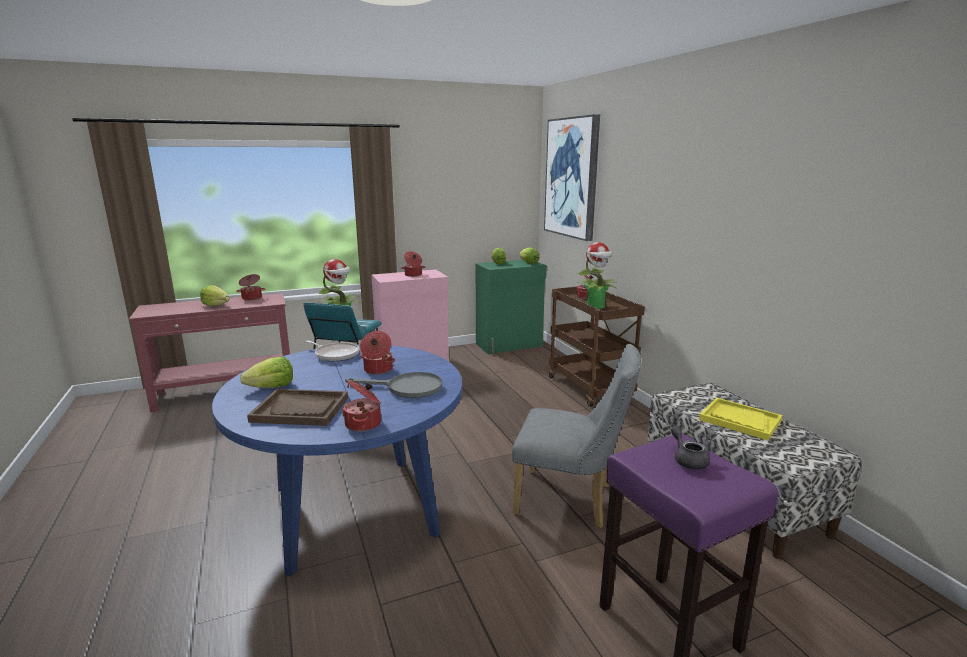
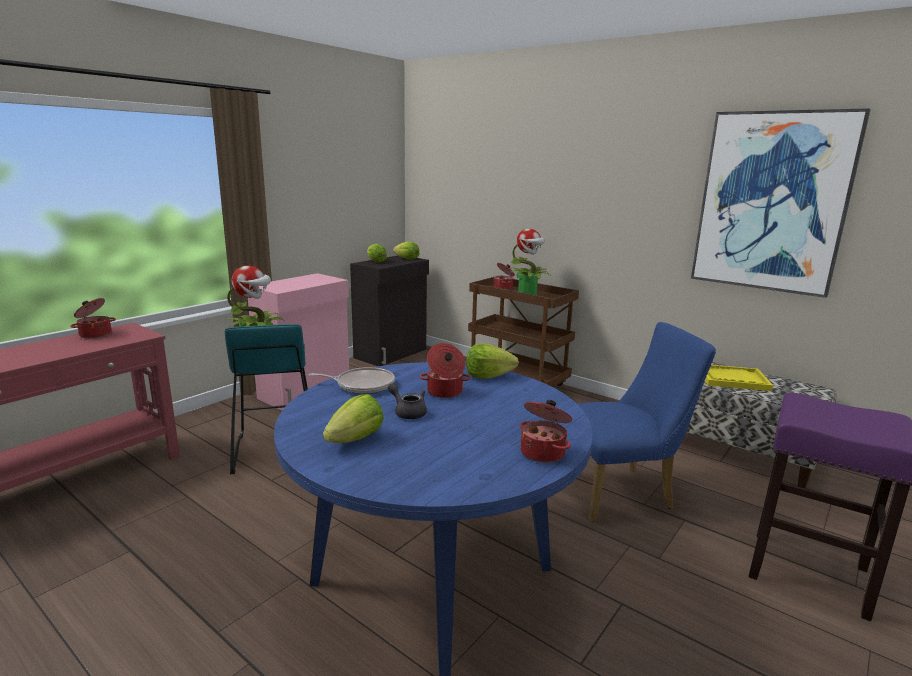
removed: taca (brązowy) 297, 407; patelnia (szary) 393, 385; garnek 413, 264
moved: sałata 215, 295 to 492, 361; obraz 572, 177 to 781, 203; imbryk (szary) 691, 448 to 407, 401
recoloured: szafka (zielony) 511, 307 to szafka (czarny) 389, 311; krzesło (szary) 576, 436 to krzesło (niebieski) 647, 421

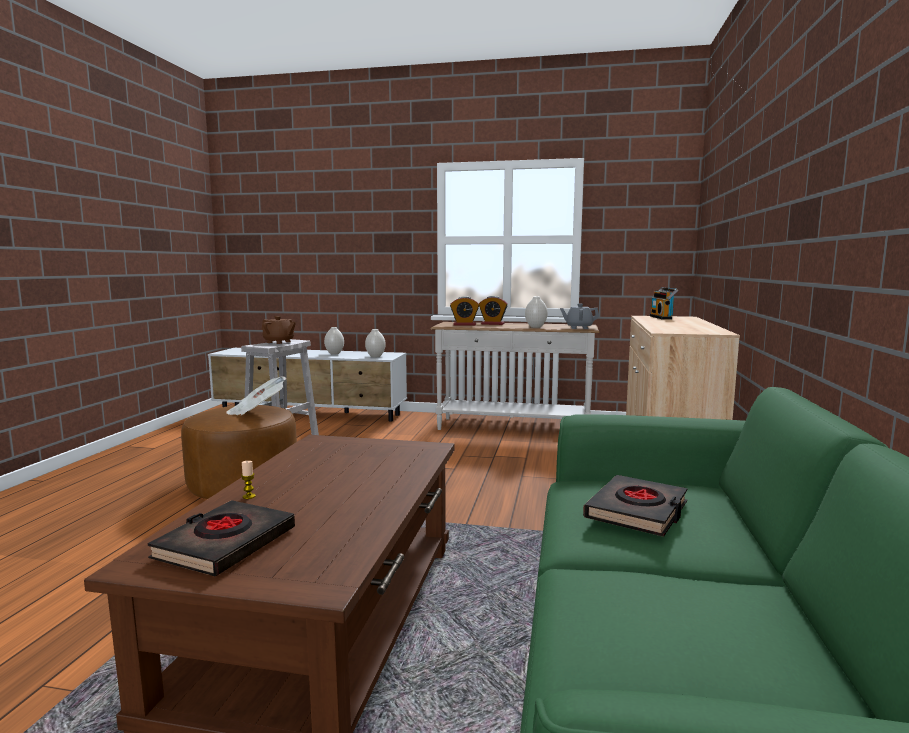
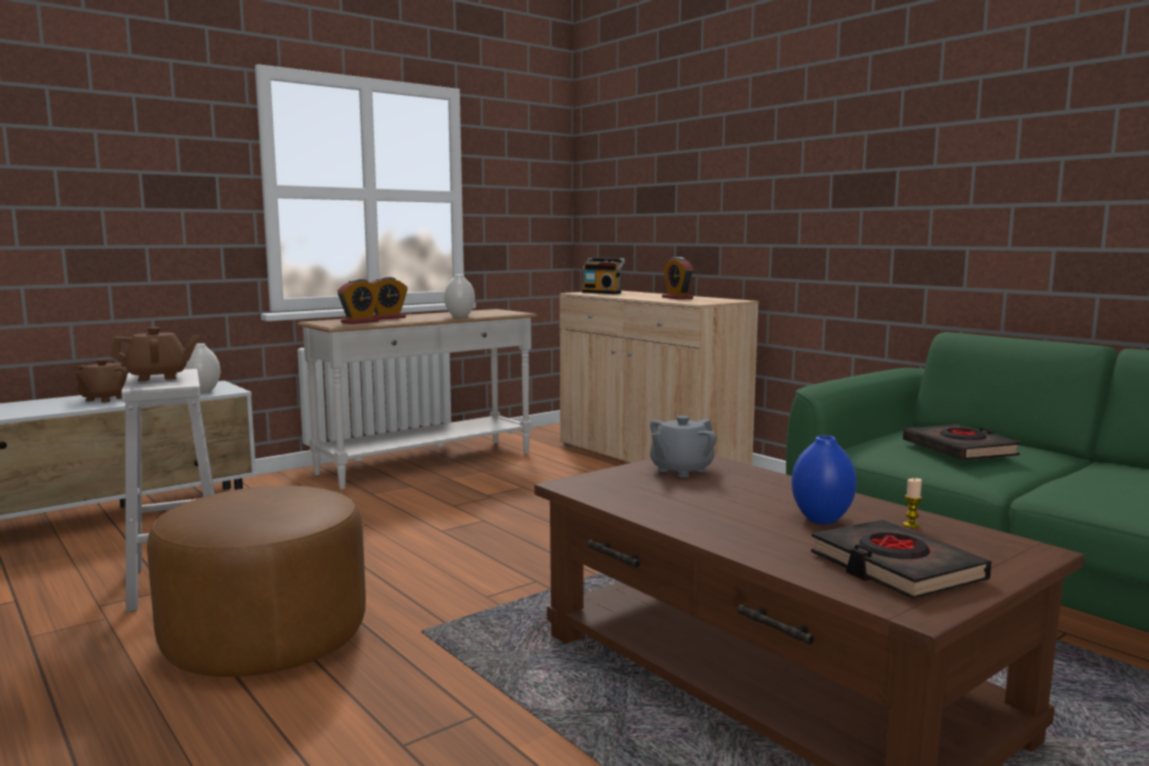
removed: gazeta 256, 395
added: budzik 677, 278; wazon (niebieski) 824, 479
moved: świeca 248, 480 to 912, 503; imbryk (szary) 579, 316 to 683, 446
replaced: wazon (biały) 334, 340 to imbryk (brązowy) 102, 380

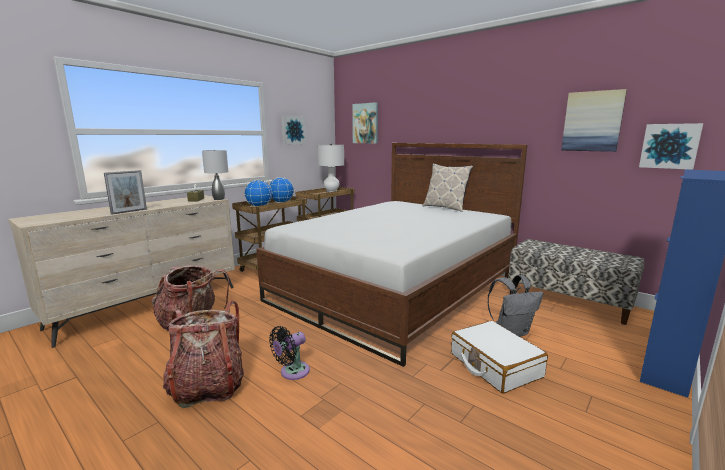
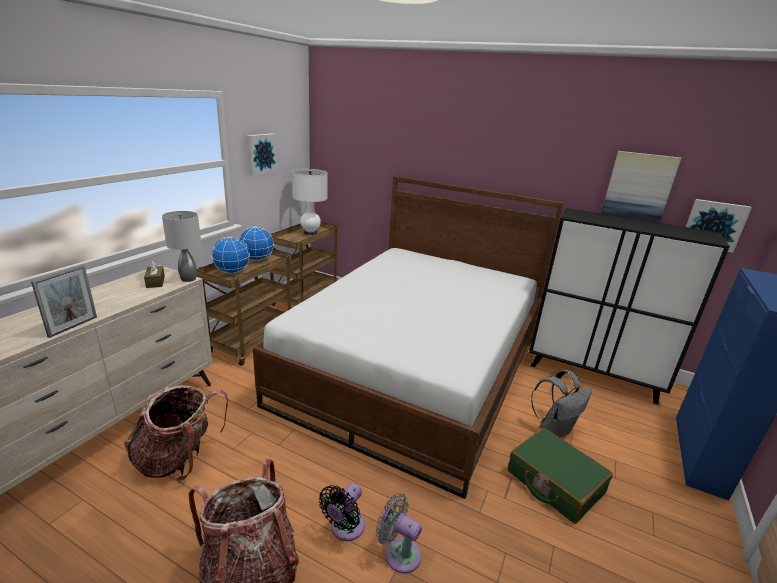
removed: obraz 365, 123; poduszka 447, 188
added: wentylator (szary) 399, 533
replaced: ławka 576, 282 to szafka (czarny) 629, 306
recoloured: walizka (biały) 499, 357 to walizka (zielony) 560, 476

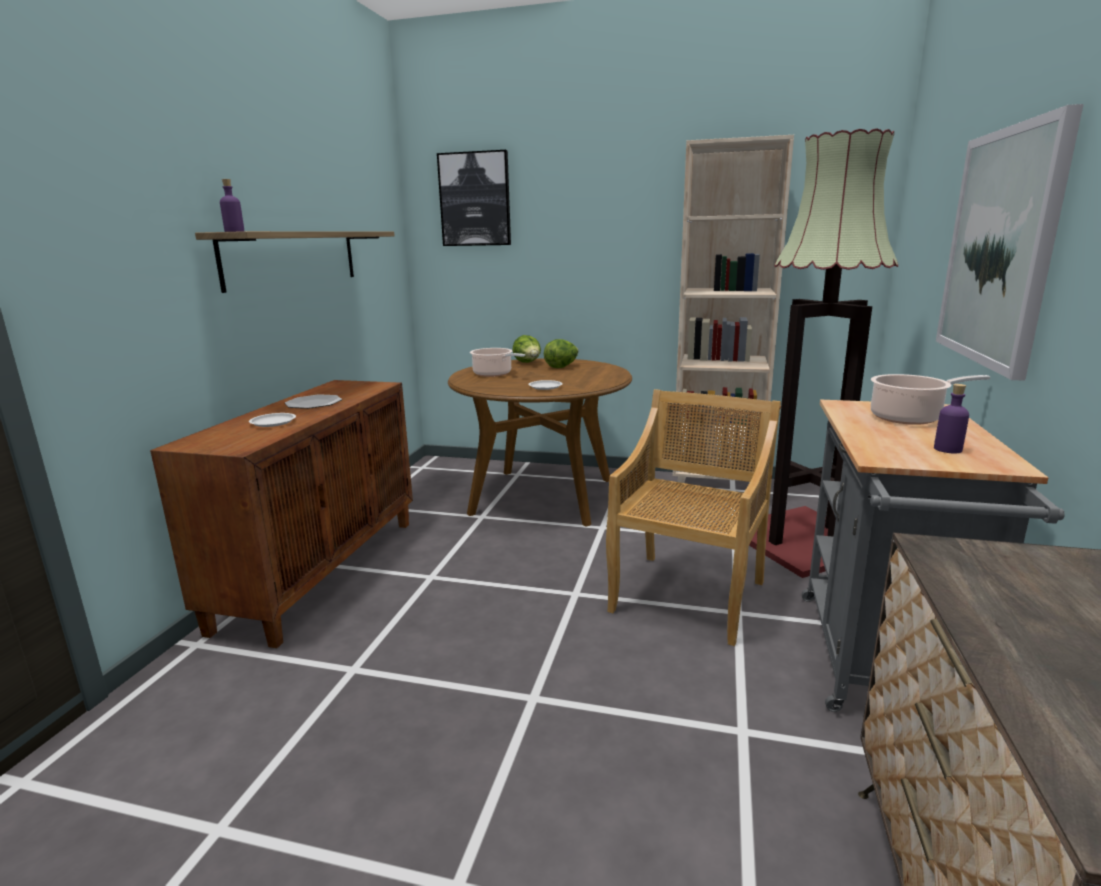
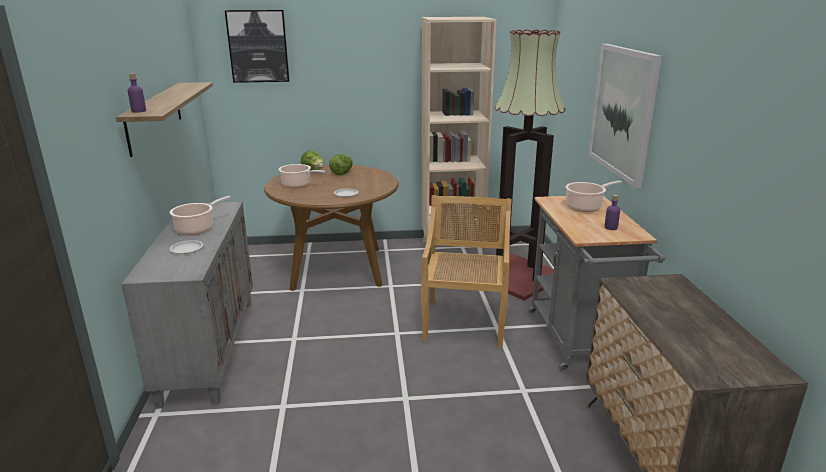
replaced: talerz 313, 401 to garnek 200, 215
recoloured: szafka (brązowy) 281, 514 to szafka (szary) 187, 305

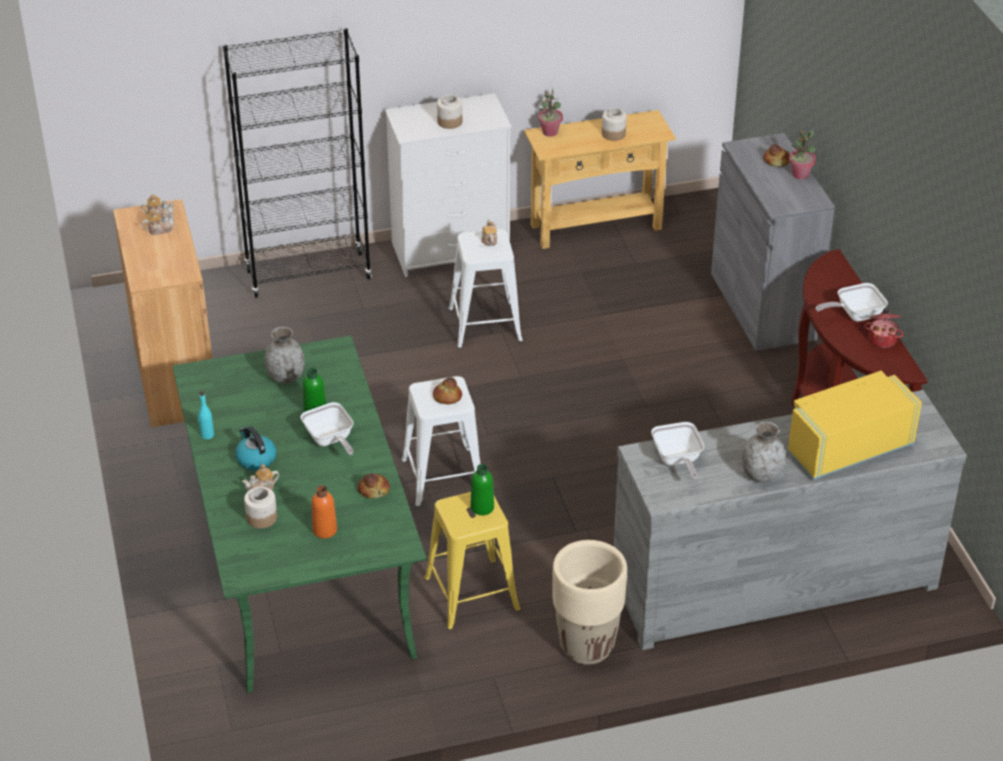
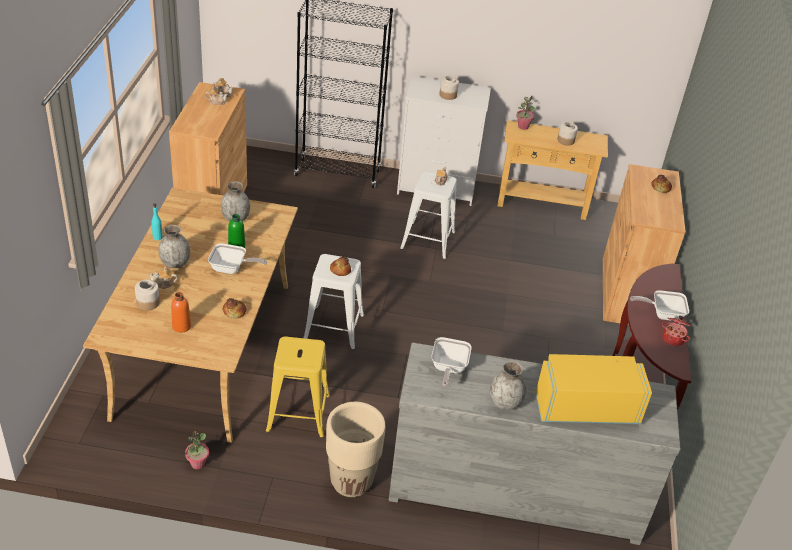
removed: butelka (zielony) 482, 489
moved: roślina doniczkowa 802, 155 to 197, 450
replaced: czajnik 255, 448 to wazon (szary) 174, 246
recoloured: stół jadalny (zielony) 299, 514 to stół jadalny (beżowy) 190, 315; szafka (szary) 773, 242 to szafka (brązowy) 644, 244
turned: patelnia 327, 428 = 237, 258 75 degrees counterclockwise

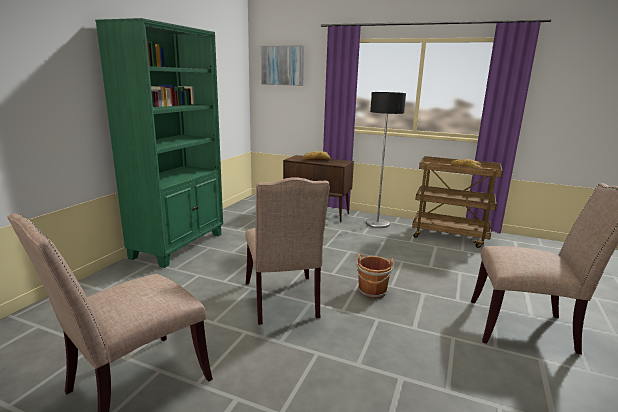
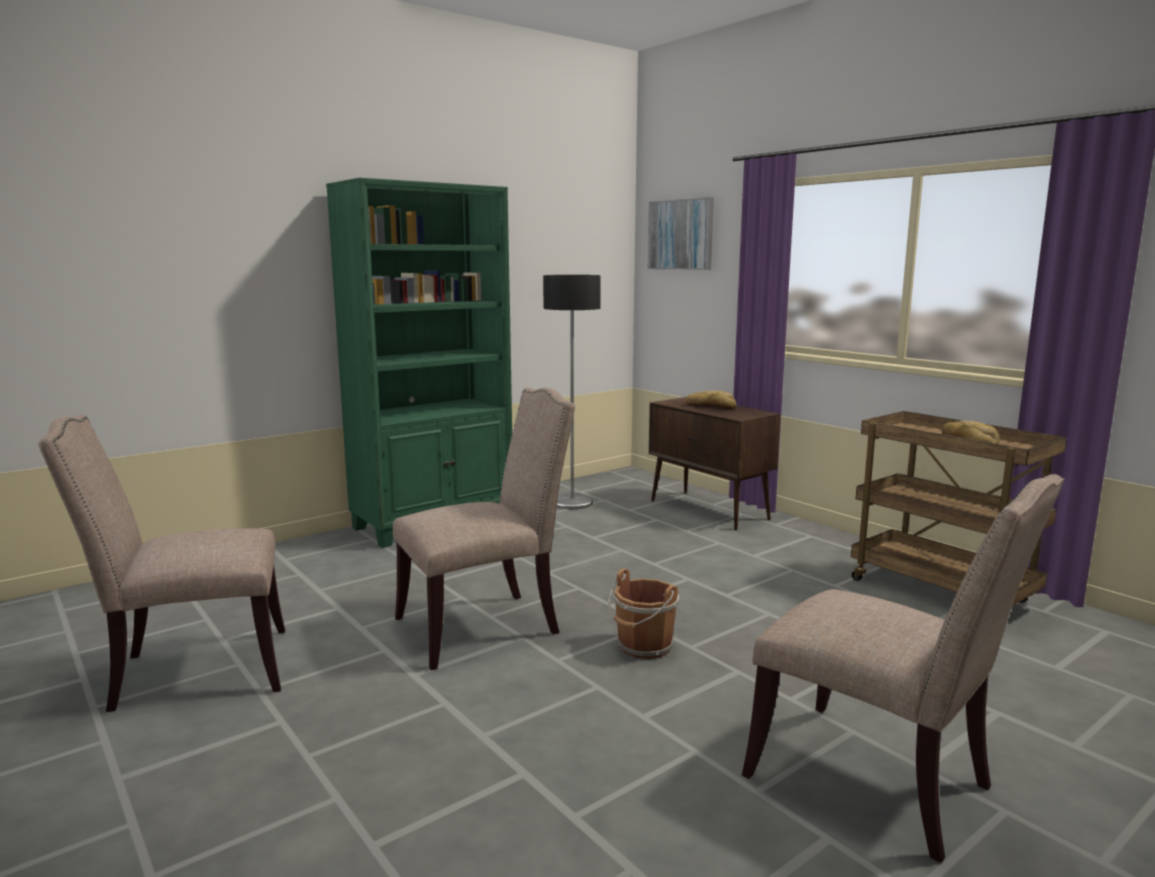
moved: lampa stojąca 386, 160 to 572, 392
turned: krzesło (beżowy) 287, 251 = 484, 528 135 degrees counterclockwise

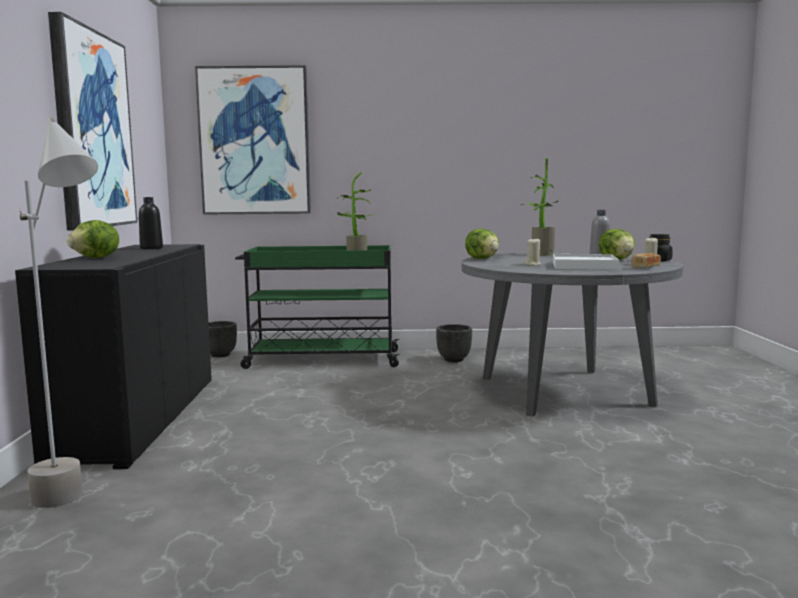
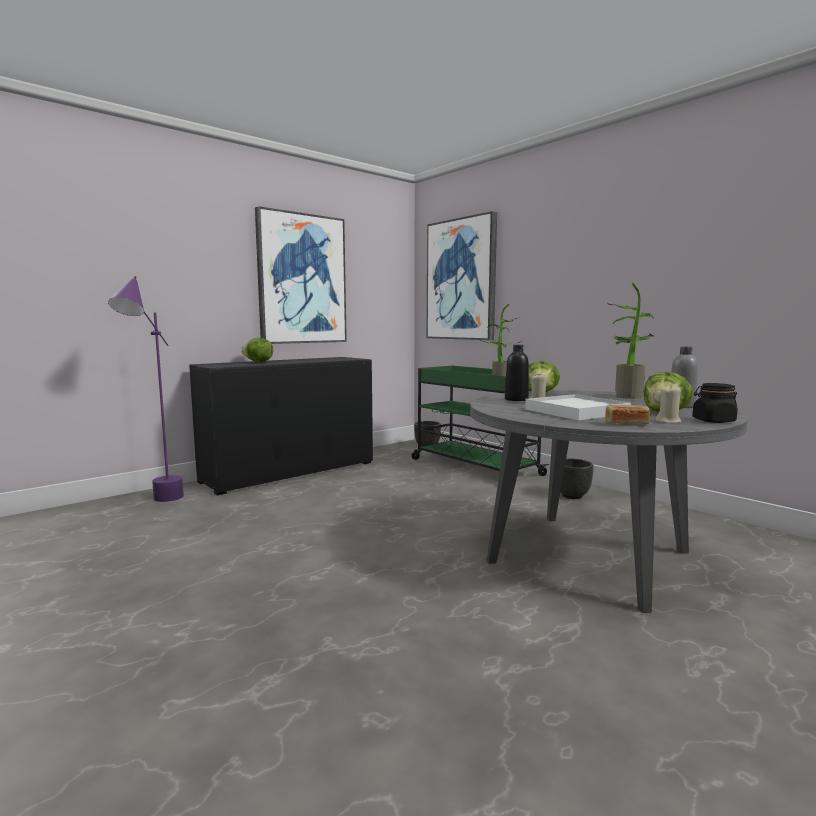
moved: butelka (czarny) 151, 223 to 517, 373
recoloured: lampa stojąca (szary) 58, 313 to lampa stojąca (fioletowy) 146, 389

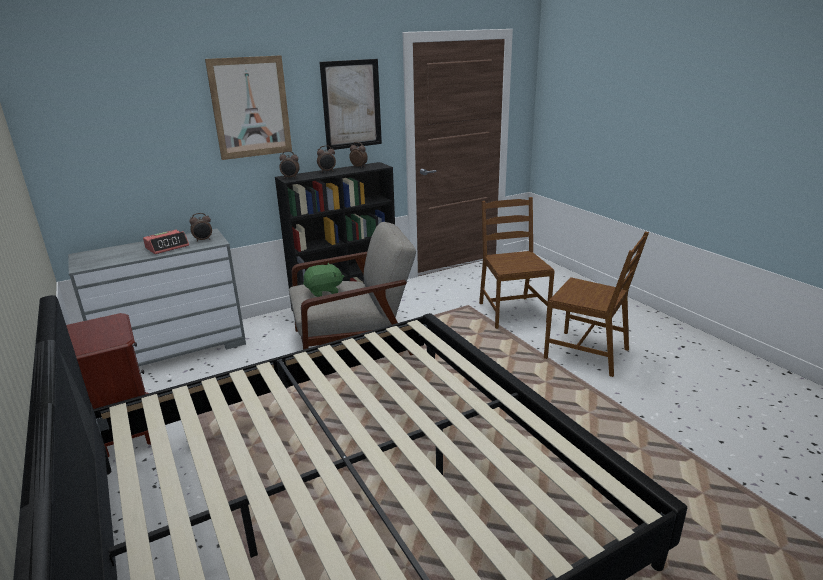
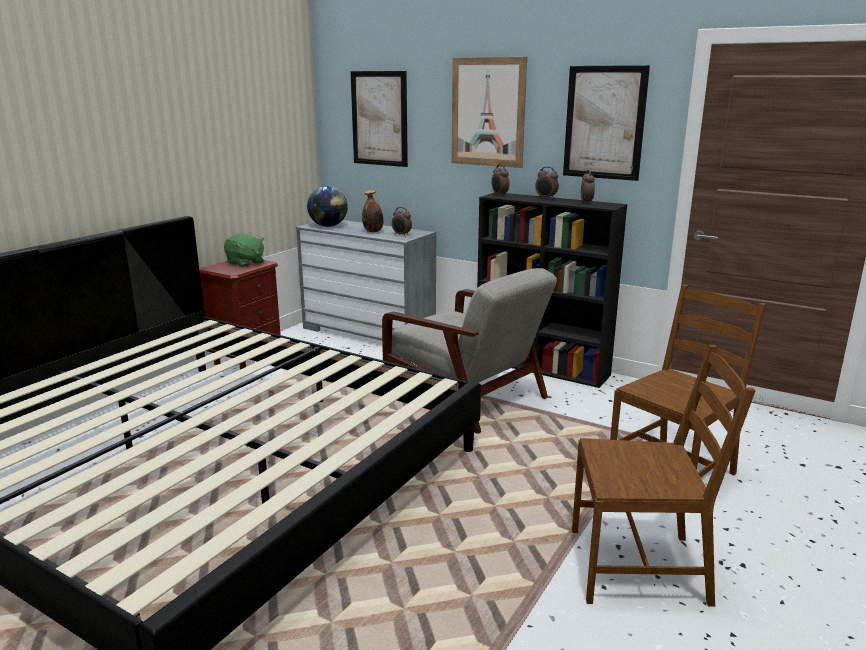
added: globus 327, 206; obraz 379, 119
moved: pluszak (zielony) 323, 280 to 244, 250
replaced: budzik 166, 242 to butelka 372, 211
turned: krzesło (brązowy) 596, 304 = 664, 476 90 degrees counterclockwise

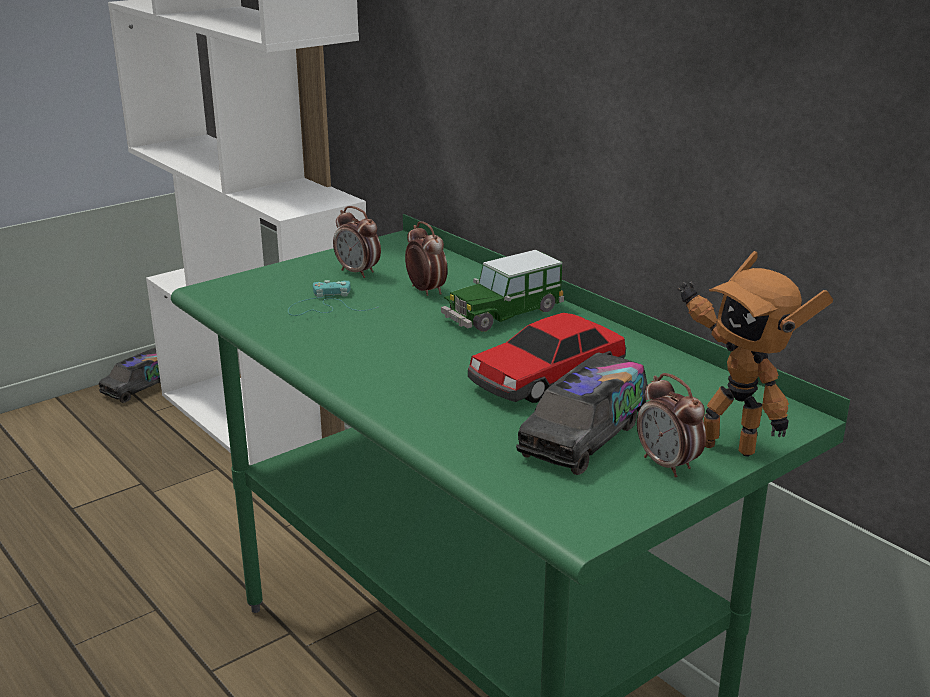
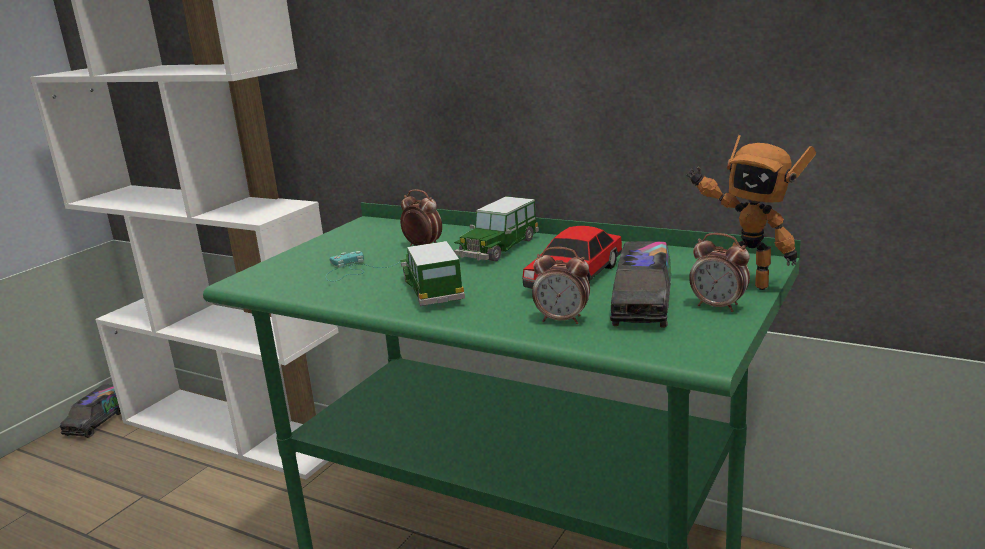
added: samochodzik 432, 273
moved: budzik 357, 242 to 561, 285

